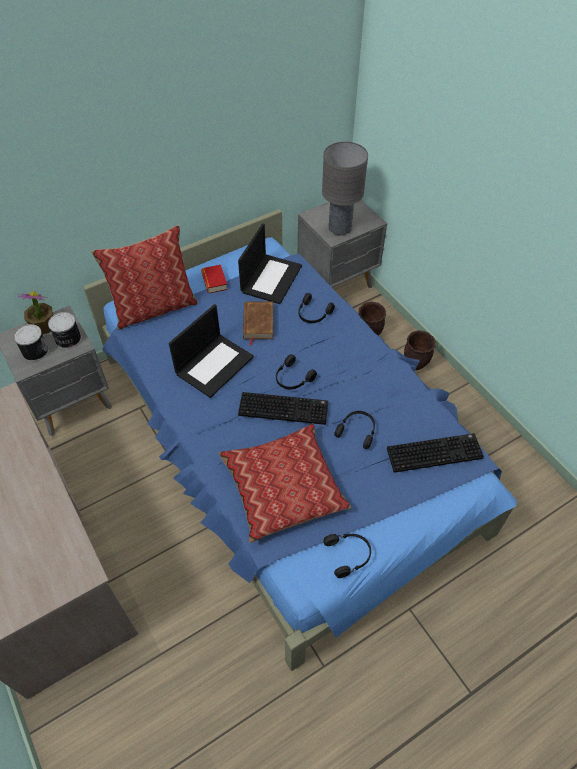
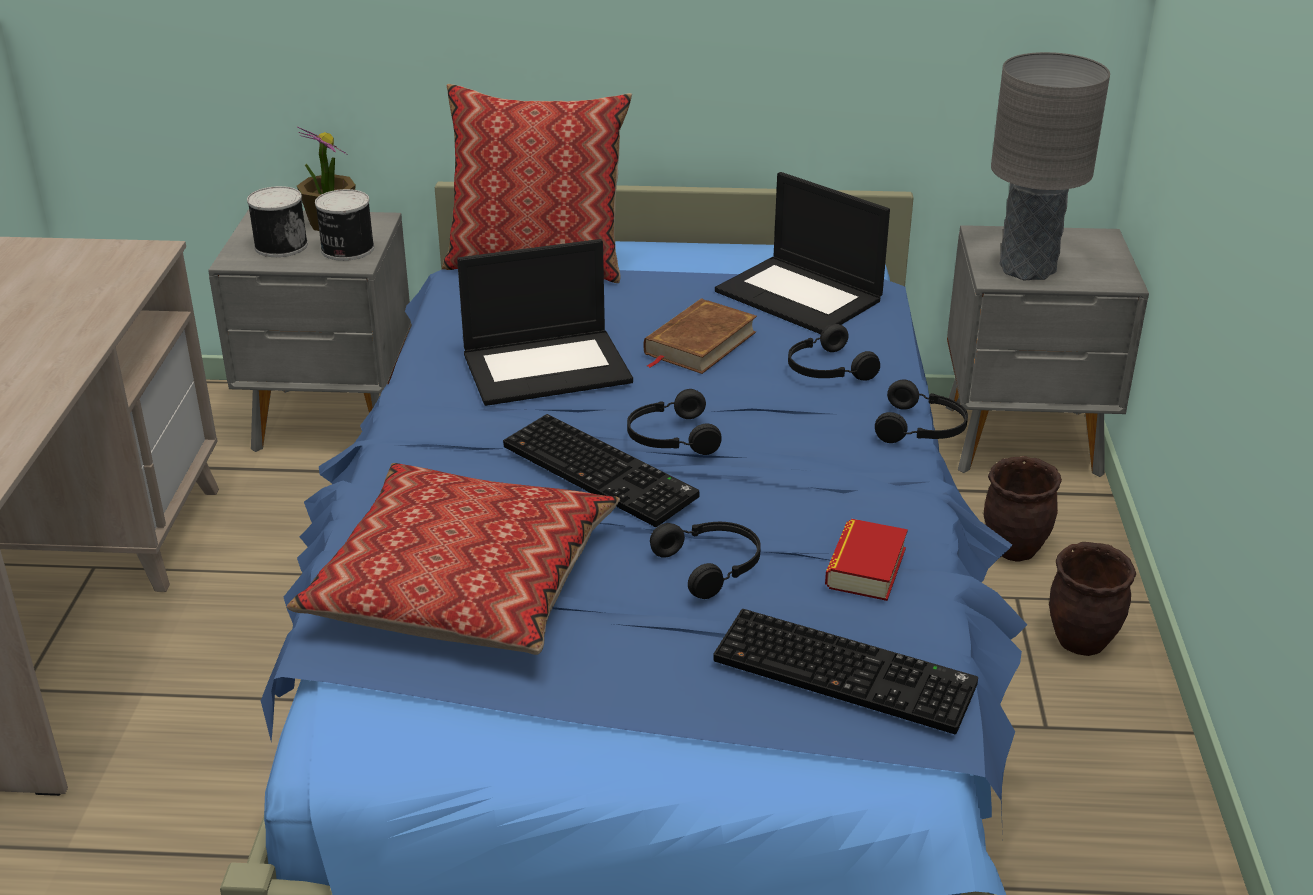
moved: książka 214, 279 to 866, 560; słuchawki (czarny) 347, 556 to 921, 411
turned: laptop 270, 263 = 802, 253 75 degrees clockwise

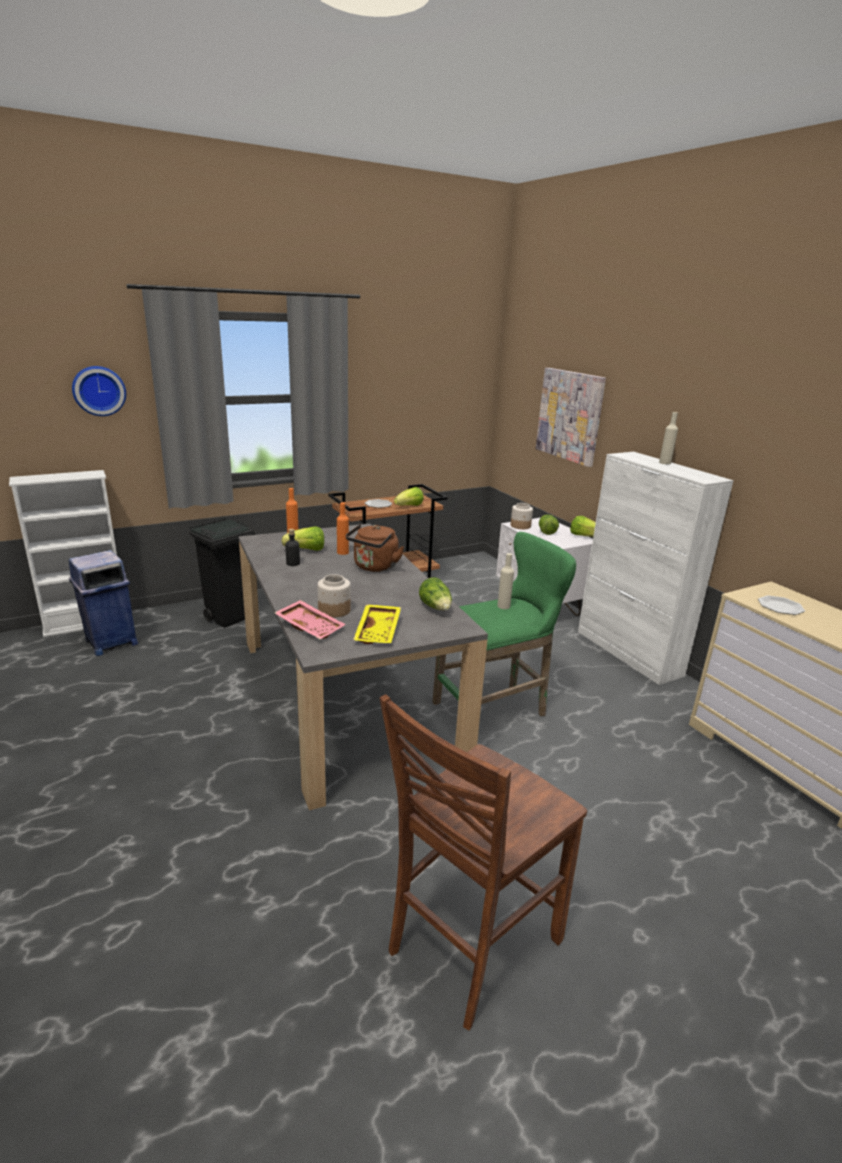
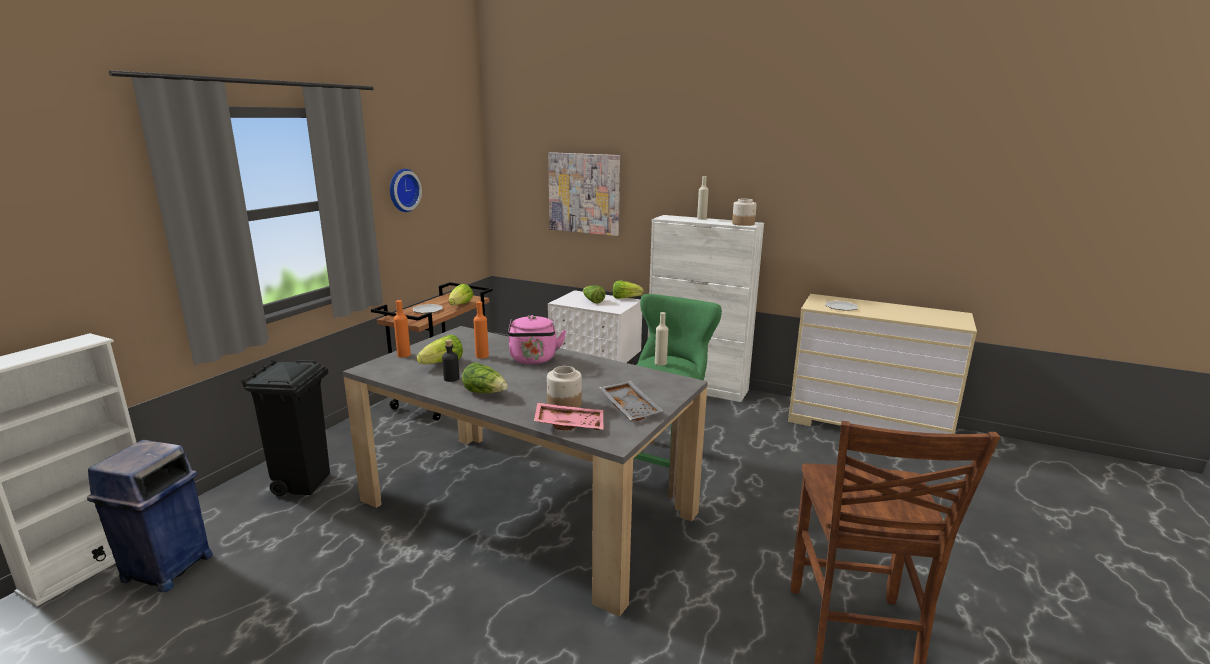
moved: zegar ścienny 99, 391 to 406, 190; sałata 435, 594 to 485, 377; słoik 522, 516 to 744, 212
recoloured: czajnik (brązowy) 375, 548 to czajnik (różowy) 537, 339; taca (żółty) 377, 624 to taca (szary) 631, 400

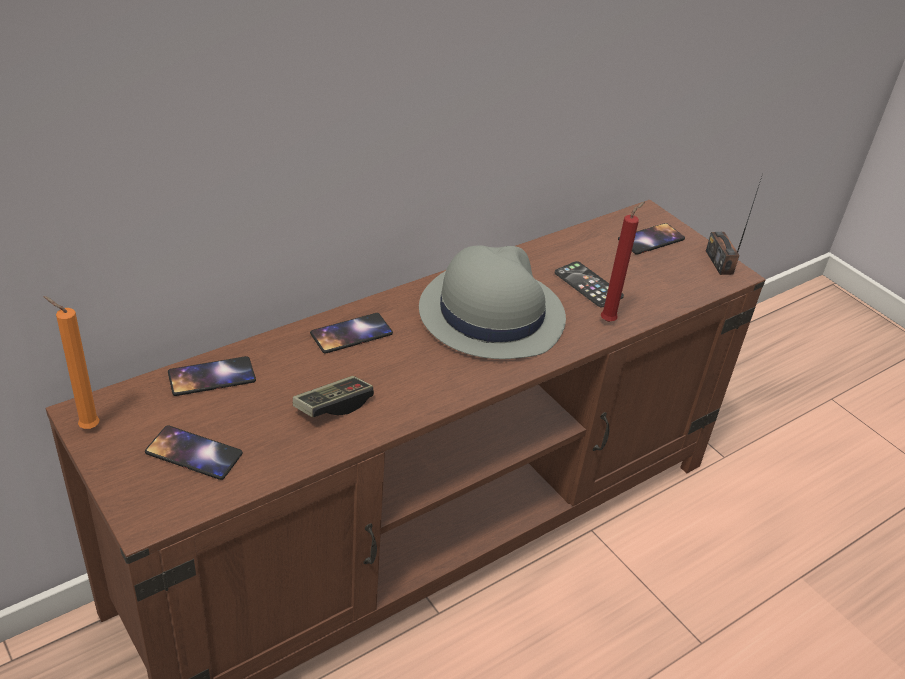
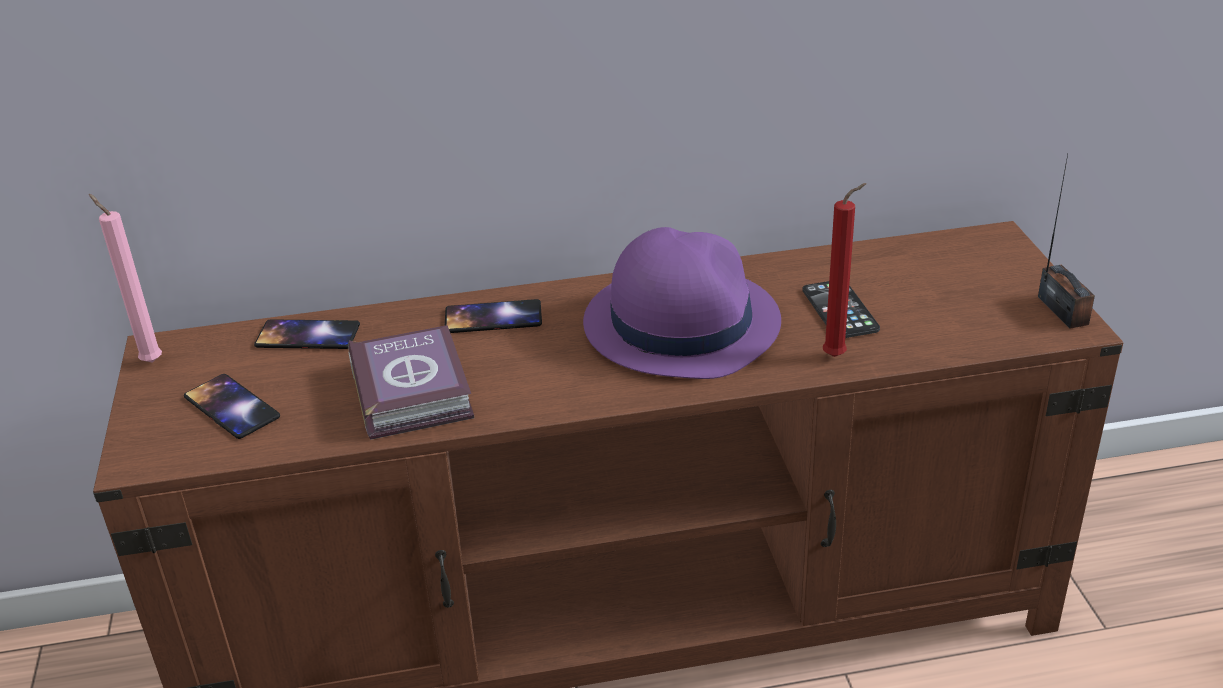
removed: telefon 651, 239
replaced: pad do gier 333, 396 to książka 411, 382
recoloured: świeca (pomarańczowy) 72, 362 to świeca (różowy) 125, 278; kapelusz (szary) 492, 302 to kapelusz (fioletowy) 682, 303
turned: radio 734, 224 = 1066, 241 150 degrees clockwise

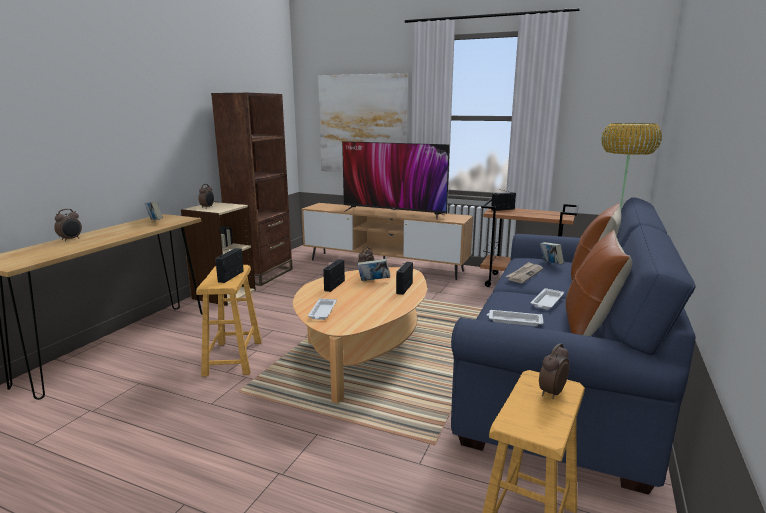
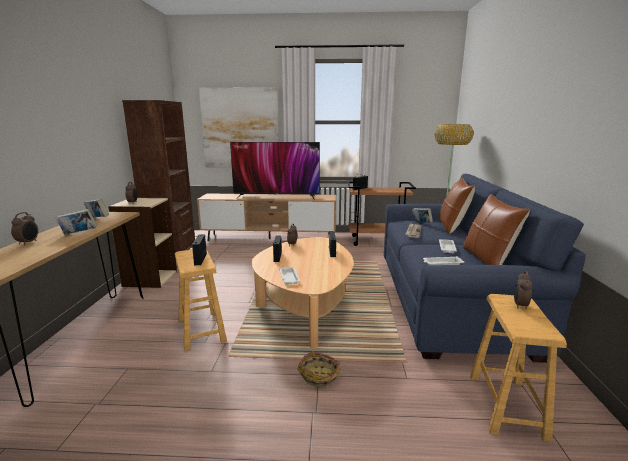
added: koszyk 319, 369
moved: książka 373, 270 to 76, 221

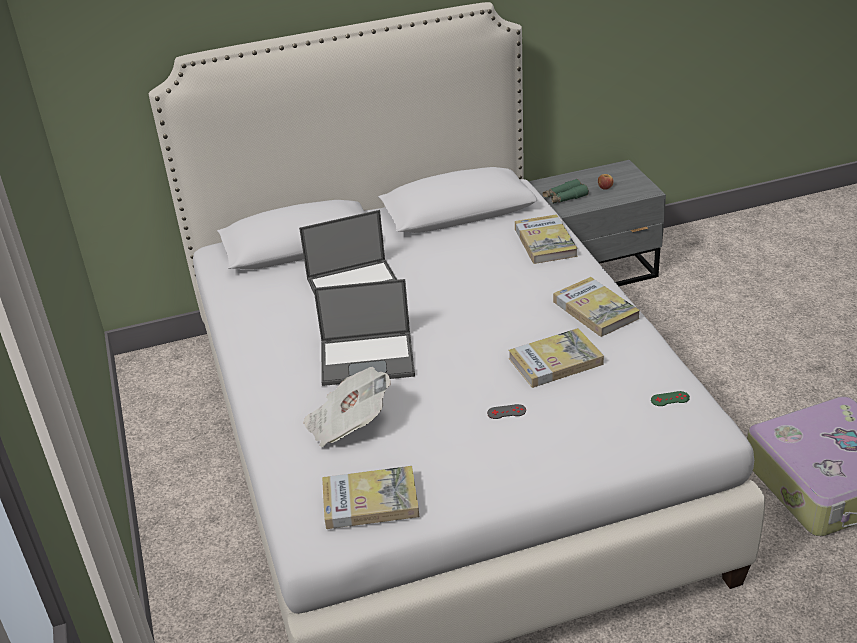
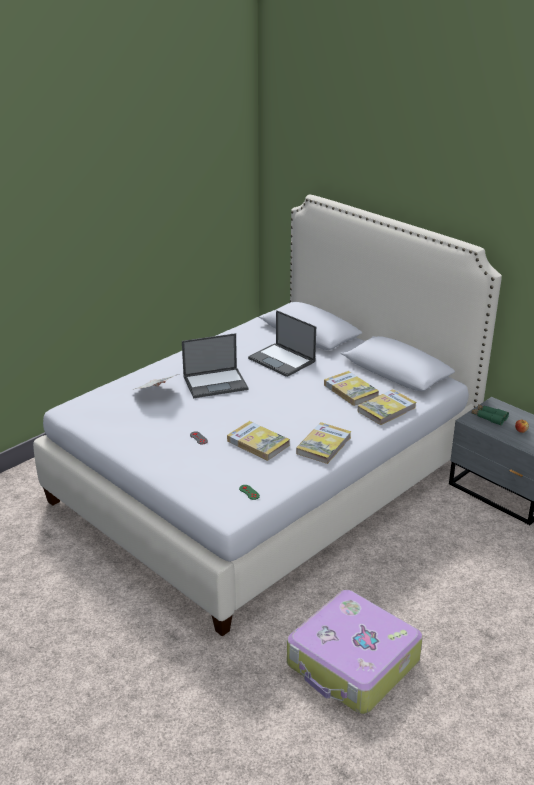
moved: książka 370, 497 to 351, 388
turned: laptop 364, 332 = 215, 365 75 degrees counterclockwise

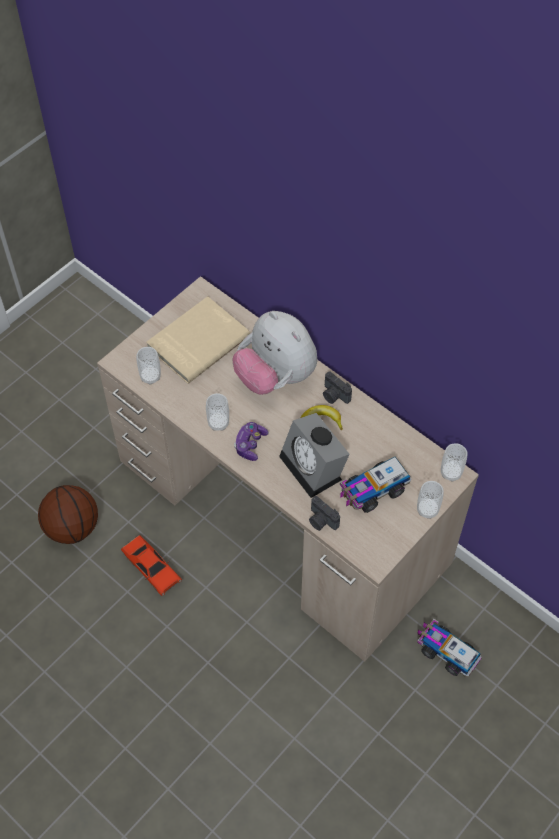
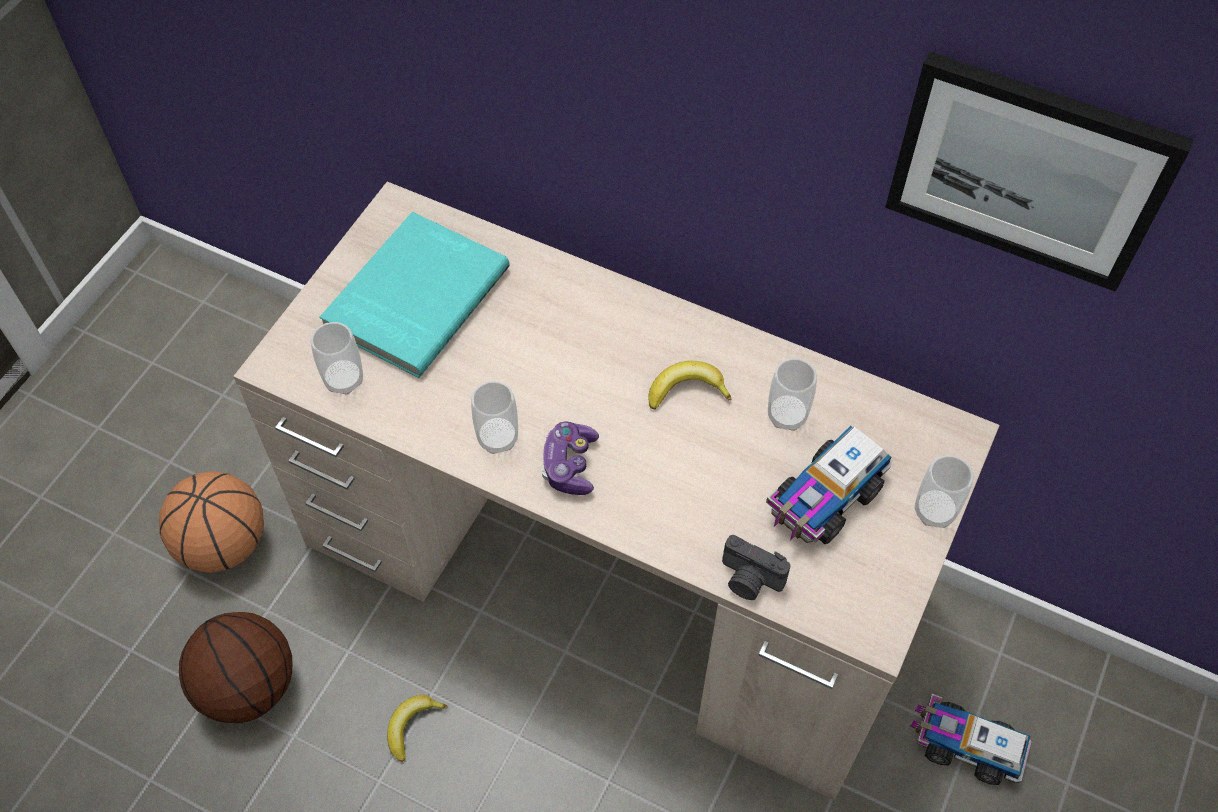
removed: pluszak 275, 353; budzik 314, 455; aparat fotograficzny 337, 387
added: piłka do koszykówki 211, 522; obraz 1039, 172
moved: filiżanka 454, 462 to 792, 394
replaced: samochodzik (czerwony) 151, 565 to banan 417, 728
recoloured: książka (beżowy) 198, 340 to książka (turkusowy) 414, 295

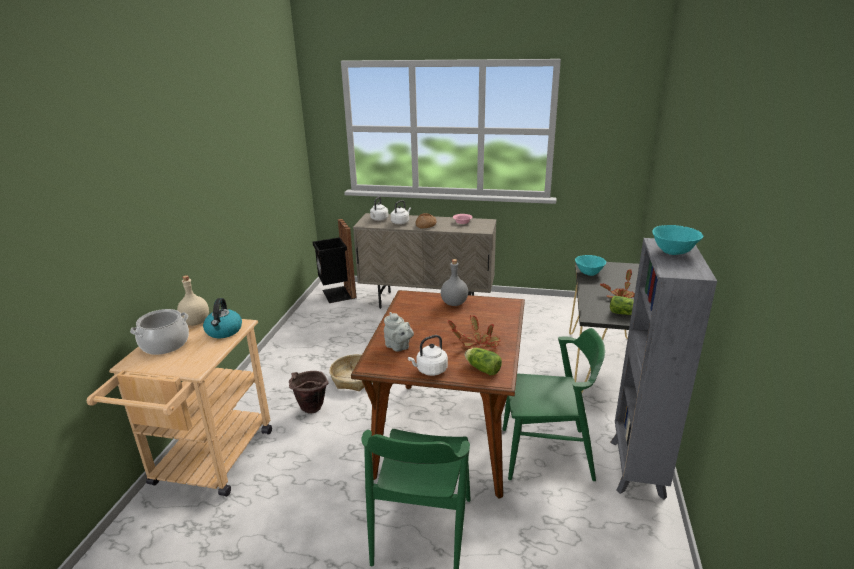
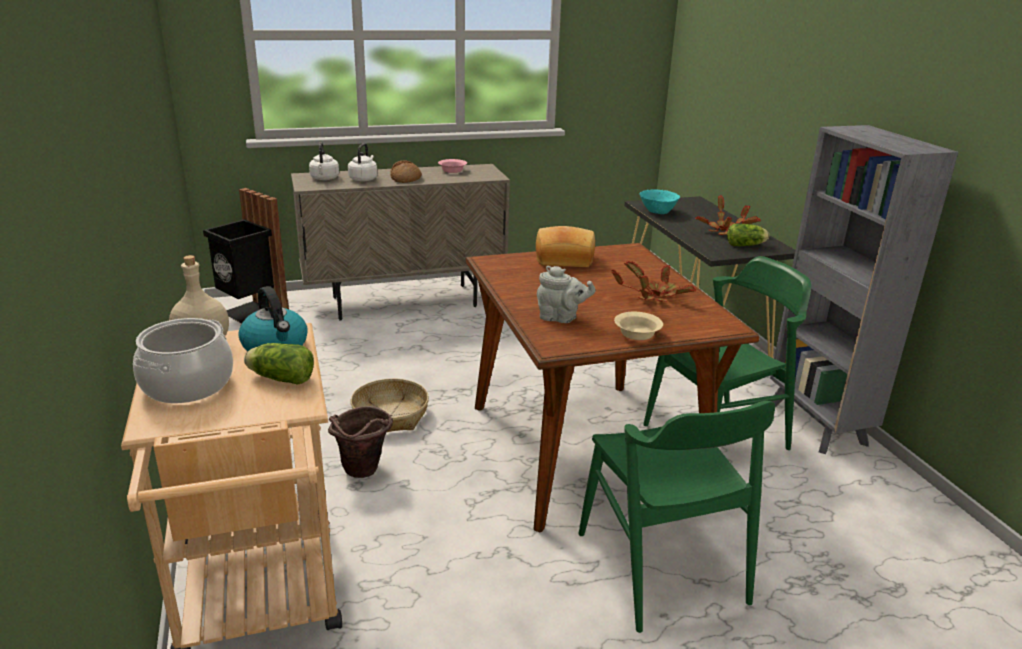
removed: miska (turkusowy) 677, 240
moved: sałata 483, 362 to 279, 364
replaced: czajnik (biały) 428, 355 to miska (beżowy) 638, 326; butelka (szary) 454, 282 to chleb 565, 246

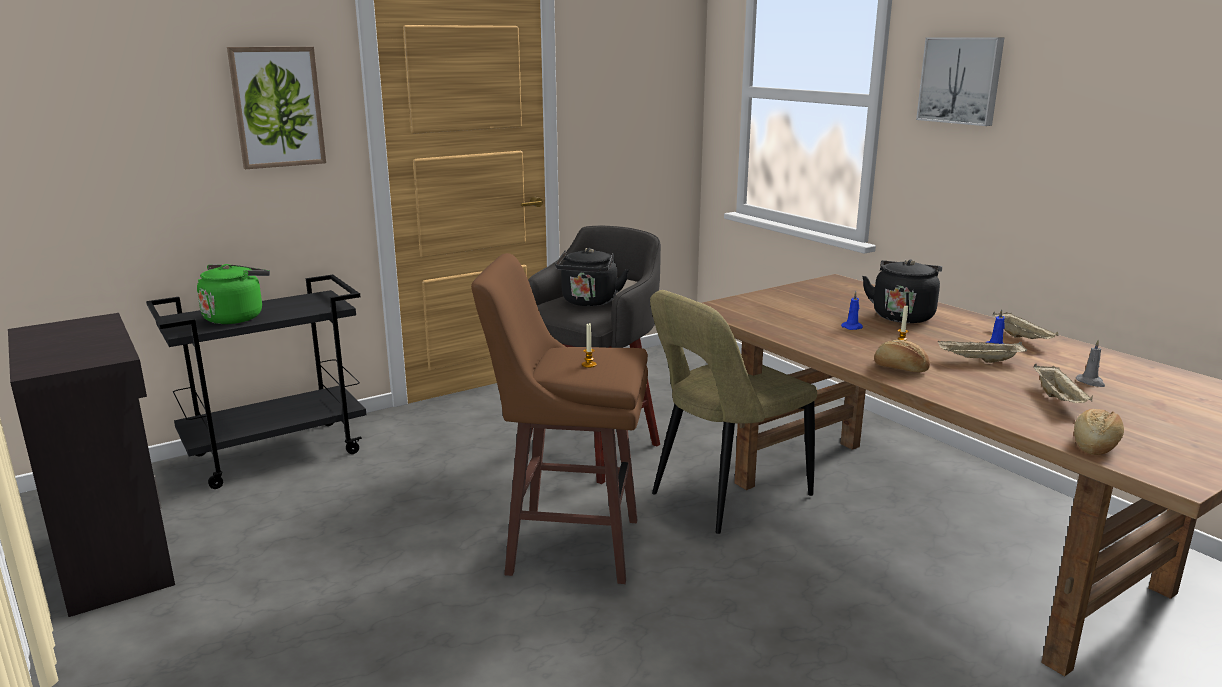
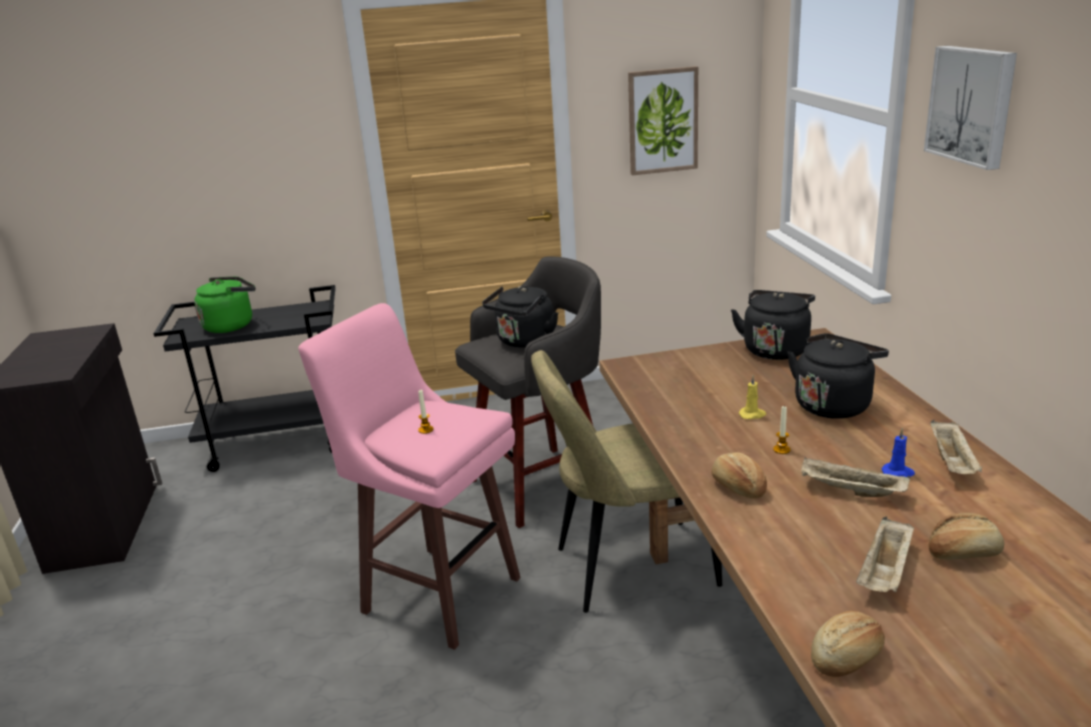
added: czajnik (czarny) 773, 325
moved: obraz 276, 108 to 663, 120
replaced: świeca (szary) 1090, 363 to chleb 966, 536
recoloured: stołek (brązowy) 559, 418 to stołek (różowy) 409, 476; świeca (niebieski) 852, 310 to świeca (żółty) 752, 397

